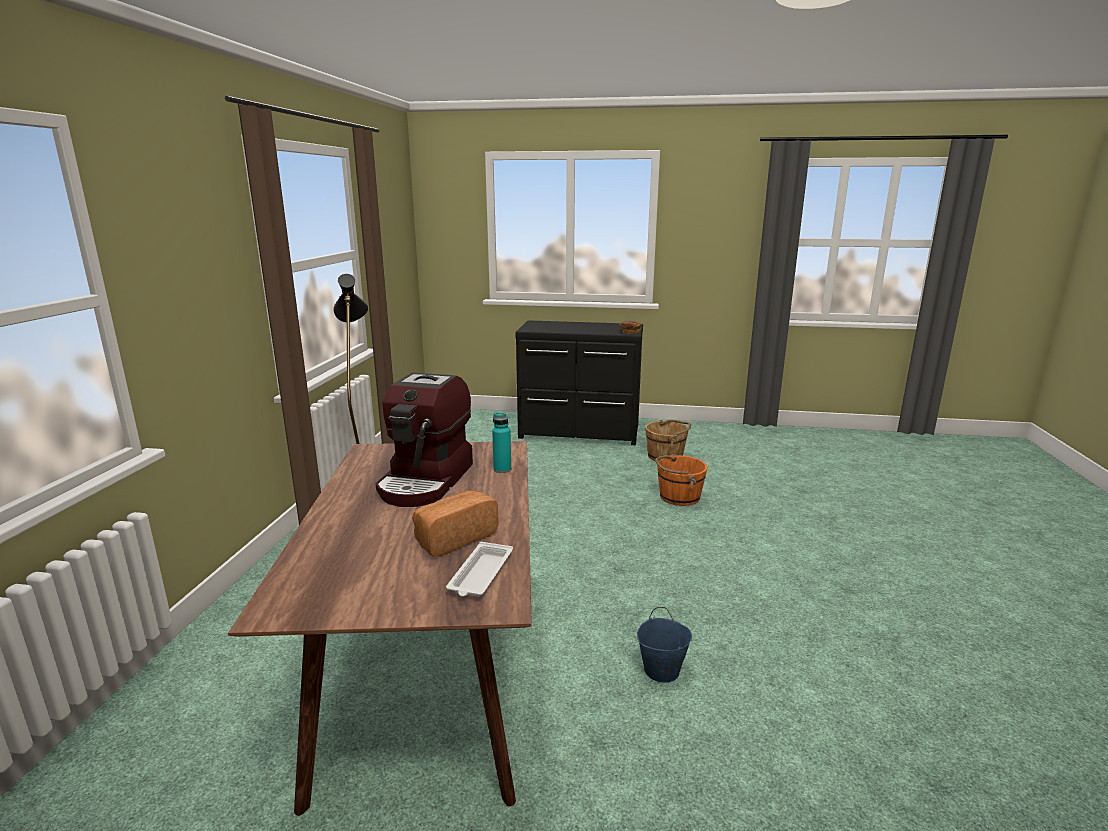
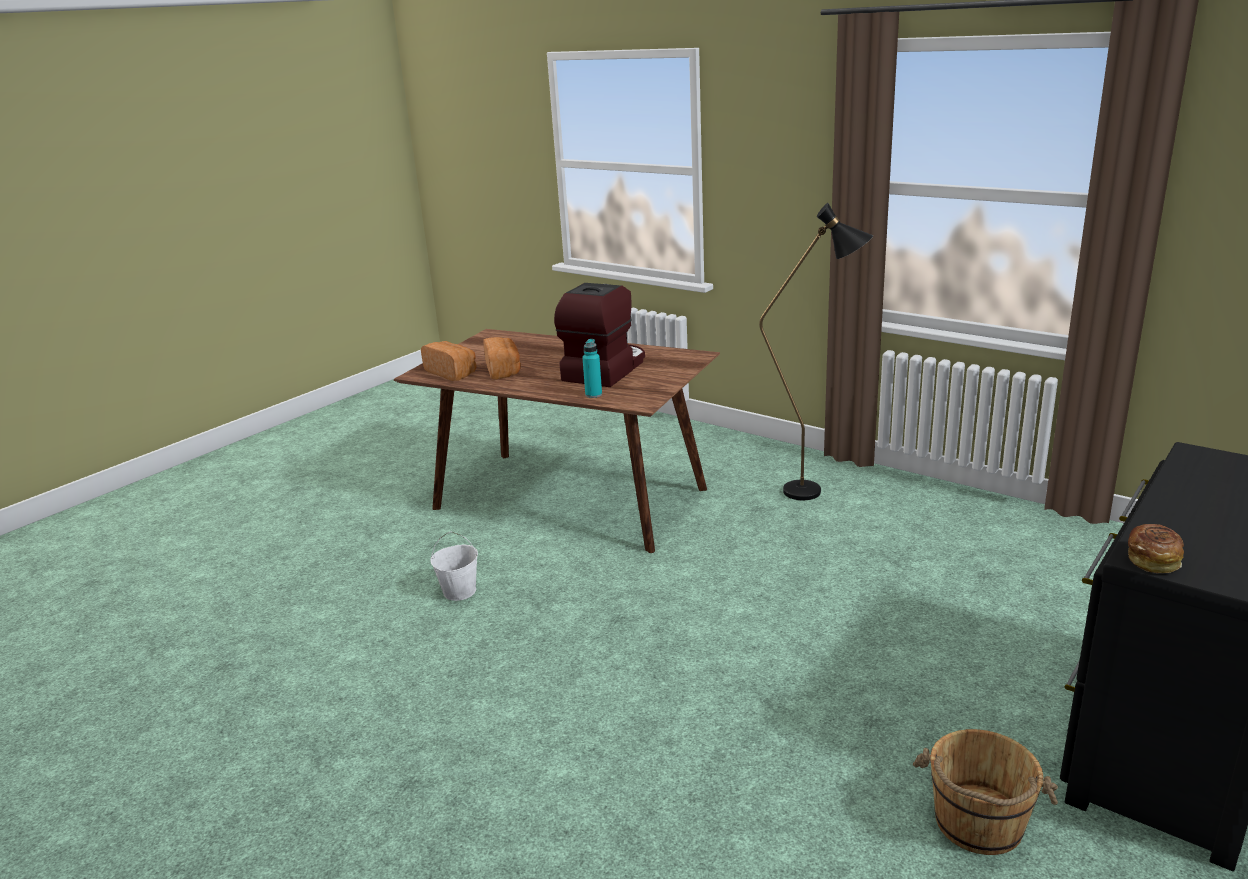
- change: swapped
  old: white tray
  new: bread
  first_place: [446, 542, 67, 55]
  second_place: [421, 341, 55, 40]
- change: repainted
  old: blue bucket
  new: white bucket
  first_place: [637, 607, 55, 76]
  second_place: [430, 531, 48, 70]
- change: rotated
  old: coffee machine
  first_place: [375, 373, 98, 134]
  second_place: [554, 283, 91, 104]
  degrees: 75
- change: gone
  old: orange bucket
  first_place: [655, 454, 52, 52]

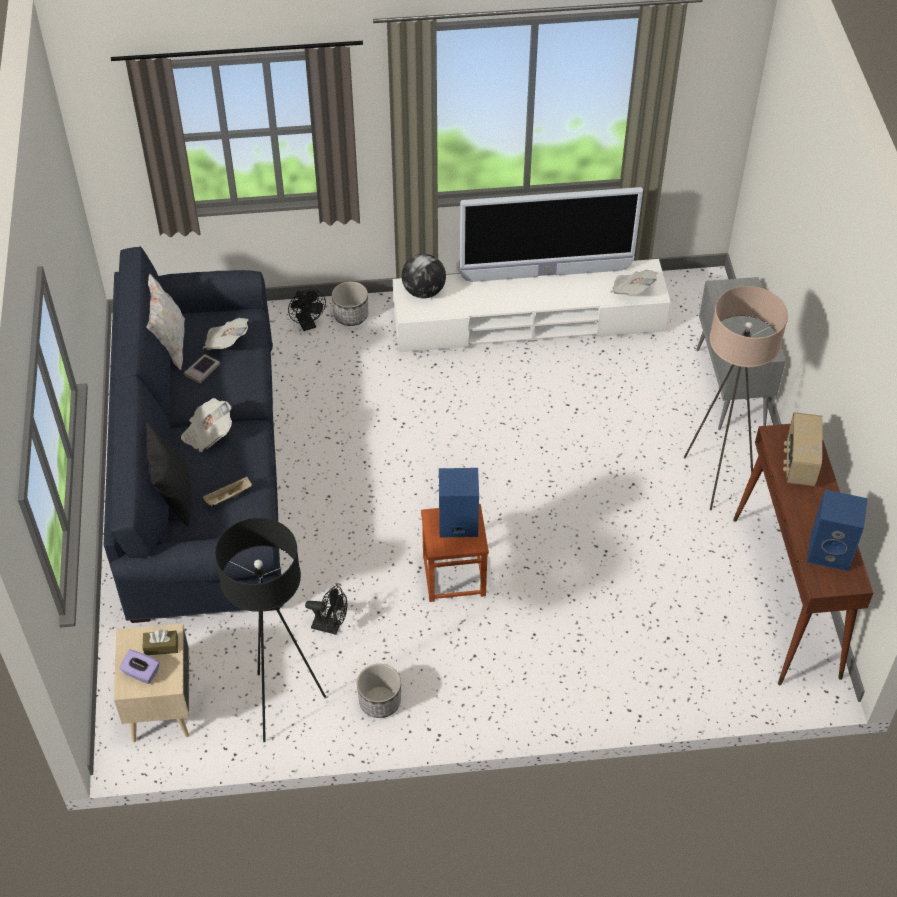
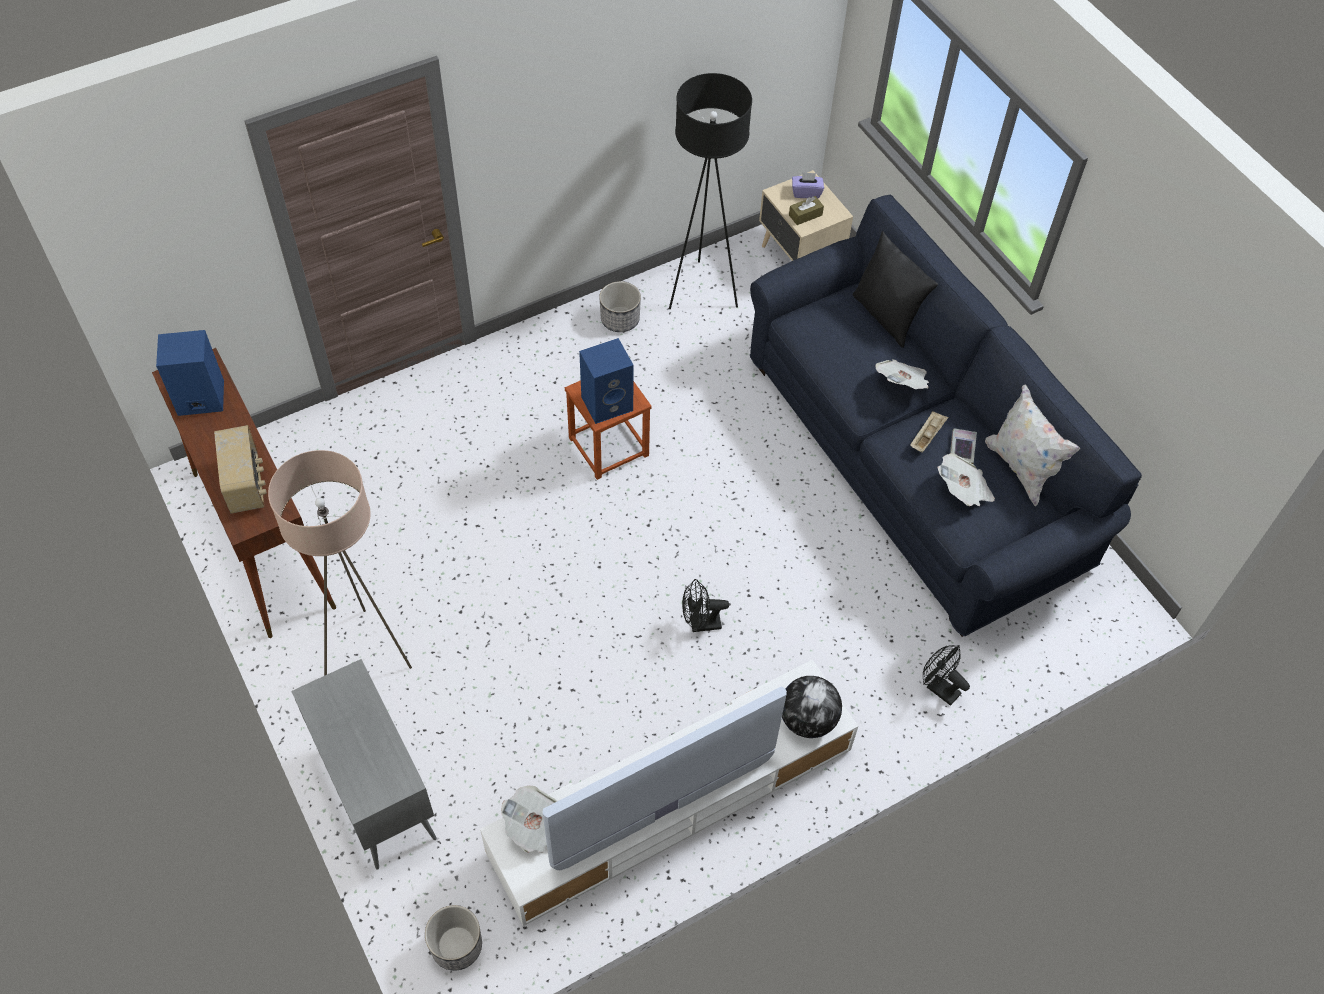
- change: shifted
  old: planter
  first_place: [332, 281, 36, 45]
  second_place: [425, 905, 57, 66]
- change: shifted
  old: black fan
  first_place: [305, 585, 42, 50]
  second_place: [682, 579, 47, 53]
- change: shifted
  old: beige tray
  first_place: [203, 477, 49, 30]
  second_place: [910, 411, 38, 42]

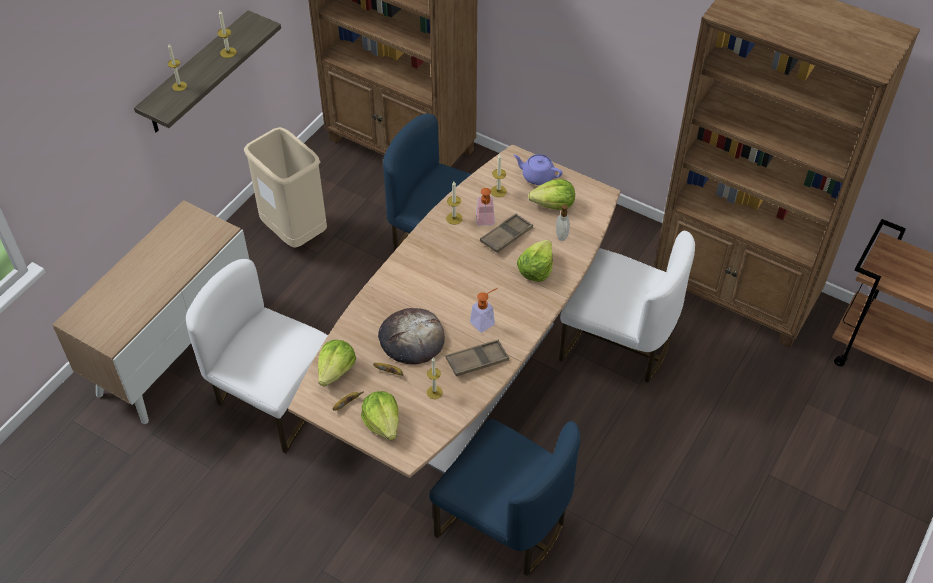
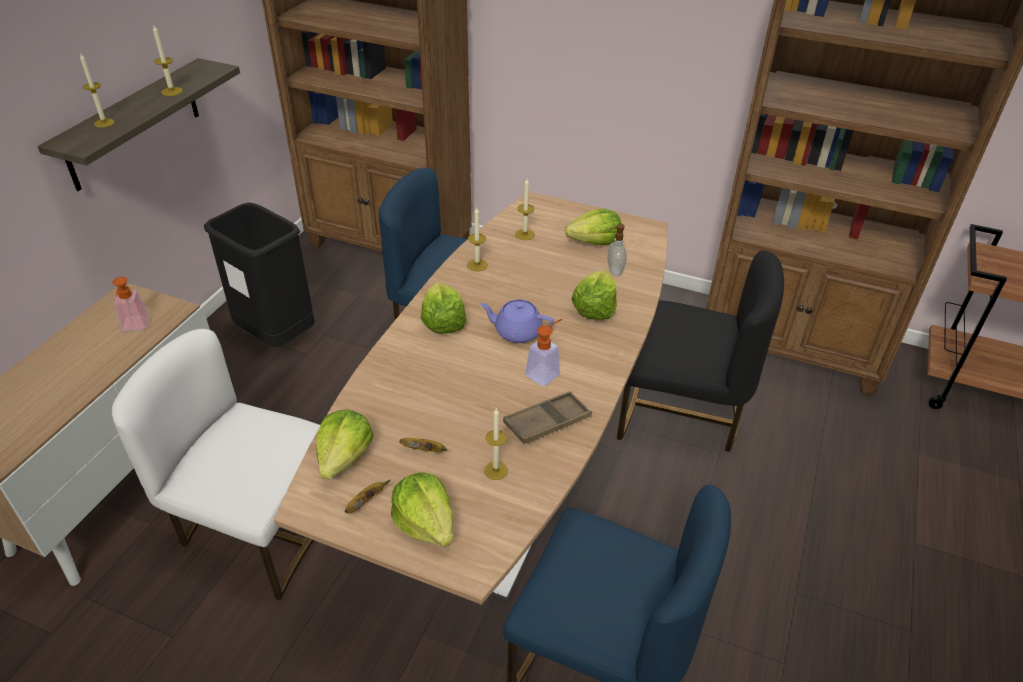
- change: shifted
  old: soap dispenser
  first_place: [476, 188, 19, 37]
  second_place: [113, 277, 36, 54]
- change: repainted
  old: beige trash can
  new: black trash can
  first_place: [244, 127, 83, 121]
  second_place: [204, 202, 111, 145]
- change: new
  new: lettuce
  second_place: [421, 282, 46, 52]
- change: shifted
  old: purple teapot
  first_place: [513, 154, 49, 31]
  second_place: [480, 299, 74, 44]
- change: repainted
  old: white chair
  new: black chair
  first_place: [559, 231, 136, 151]
  second_place: [617, 250, 167, 202]
- change: gone
  old: bread
  first_place: [378, 308, 67, 57]
- change: gone
  old: brown tray
  first_place: [480, 214, 53, 39]

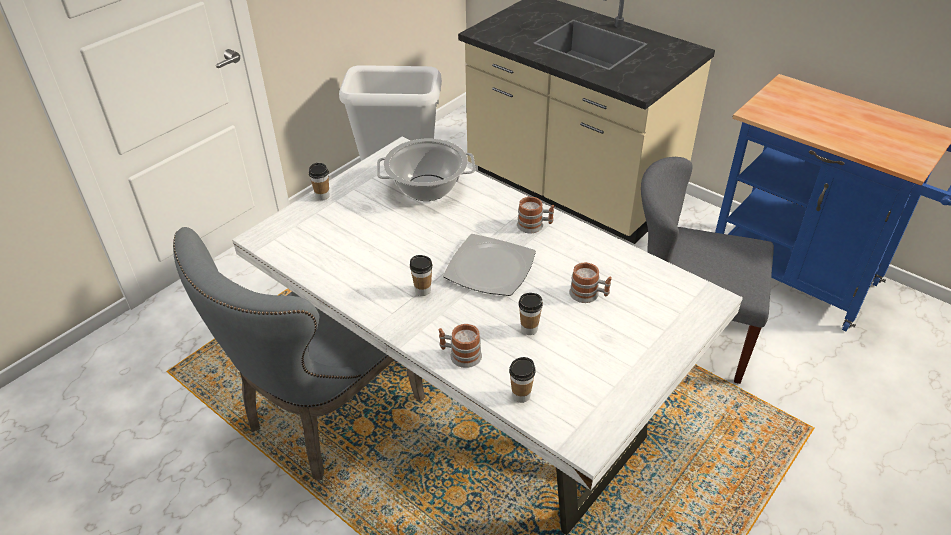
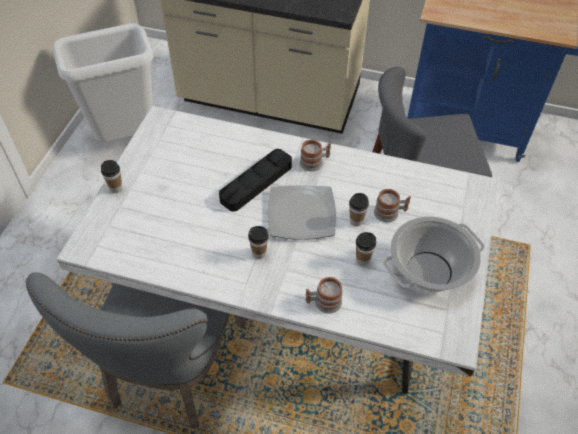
- change: new
  new: black tray
  second_place: [219, 149, 73, 63]
- change: shifted
  old: cup
  first_place: [509, 357, 27, 46]
  second_place: [349, 193, 20, 33]
- change: shifted
  old: cooking pot
  first_place: [377, 139, 99, 62]
  second_place: [384, 217, 101, 75]

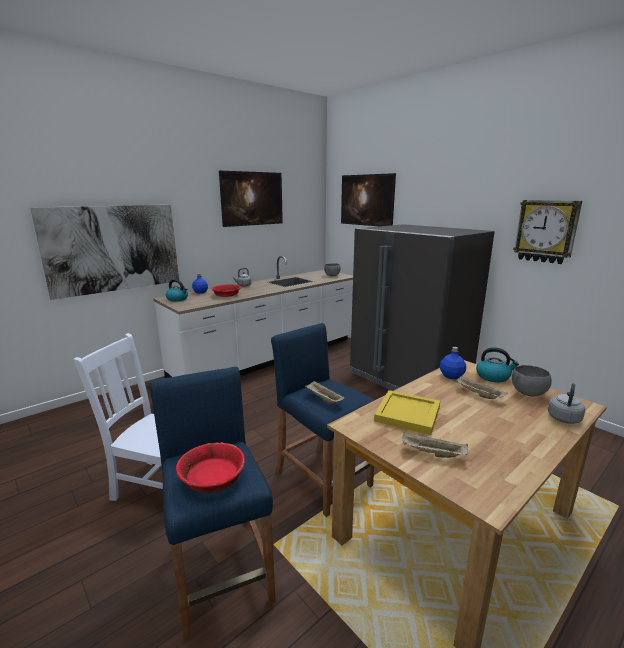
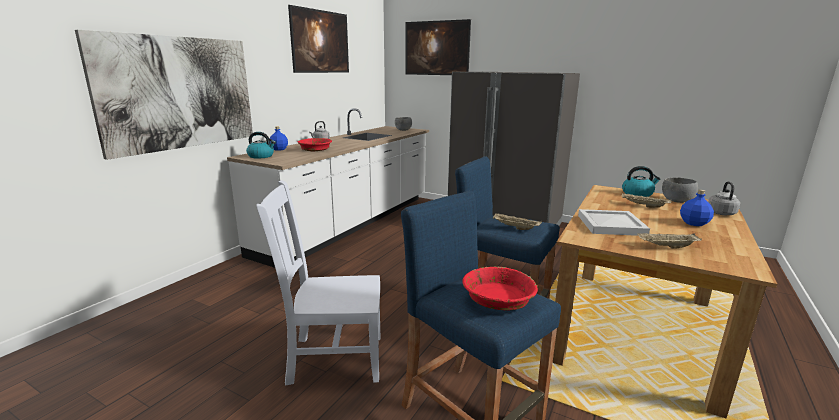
- change: repainted
  old: yellow tray
  new: white tray
  first_place: [374, 390, 66, 45]
  second_place: [578, 209, 72, 27]
- change: shifted
  old: blue bottle
  first_place: [440, 347, 26, 32]
  second_place: [680, 189, 34, 37]
- change: gone
  old: wall clock
  first_place: [513, 200, 69, 64]

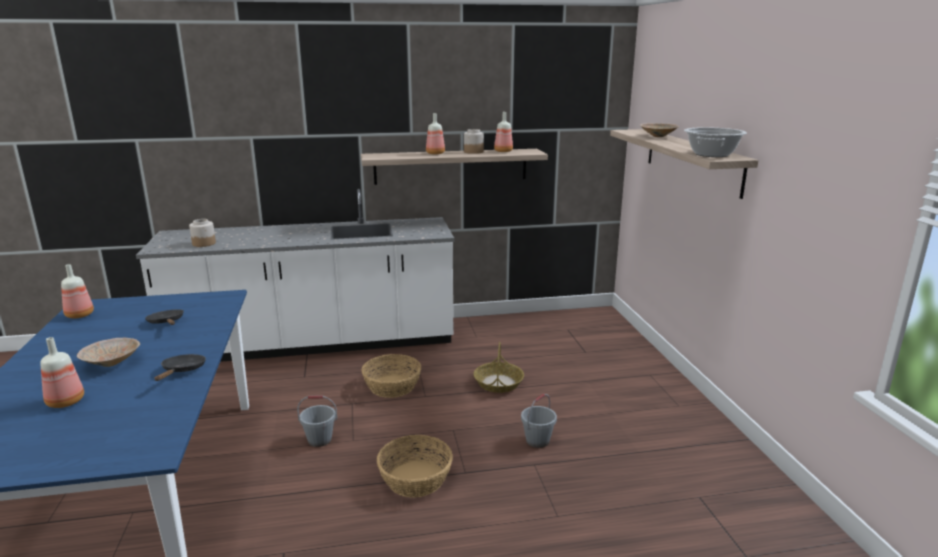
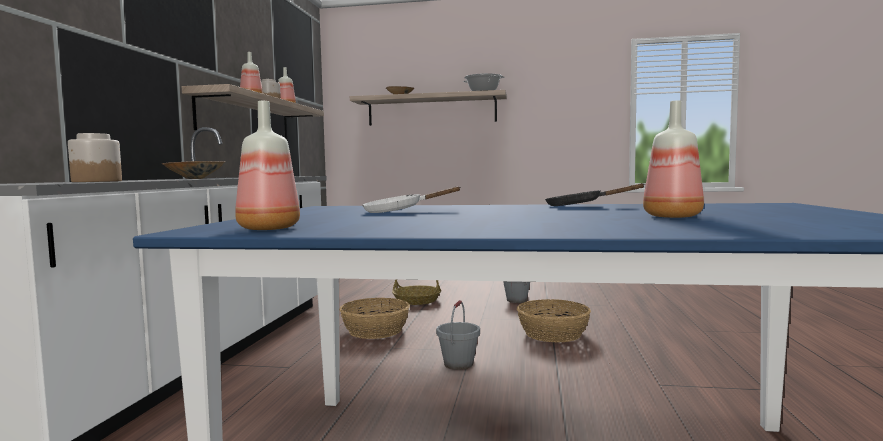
- change: shifted
  old: beige bowl
  first_place: [77, 338, 63, 29]
  second_place: [162, 161, 64, 18]
- change: repainted
  old: black frying pan
  new: white frying pan
  first_place: [145, 309, 39, 16]
  second_place: [362, 186, 99, 27]

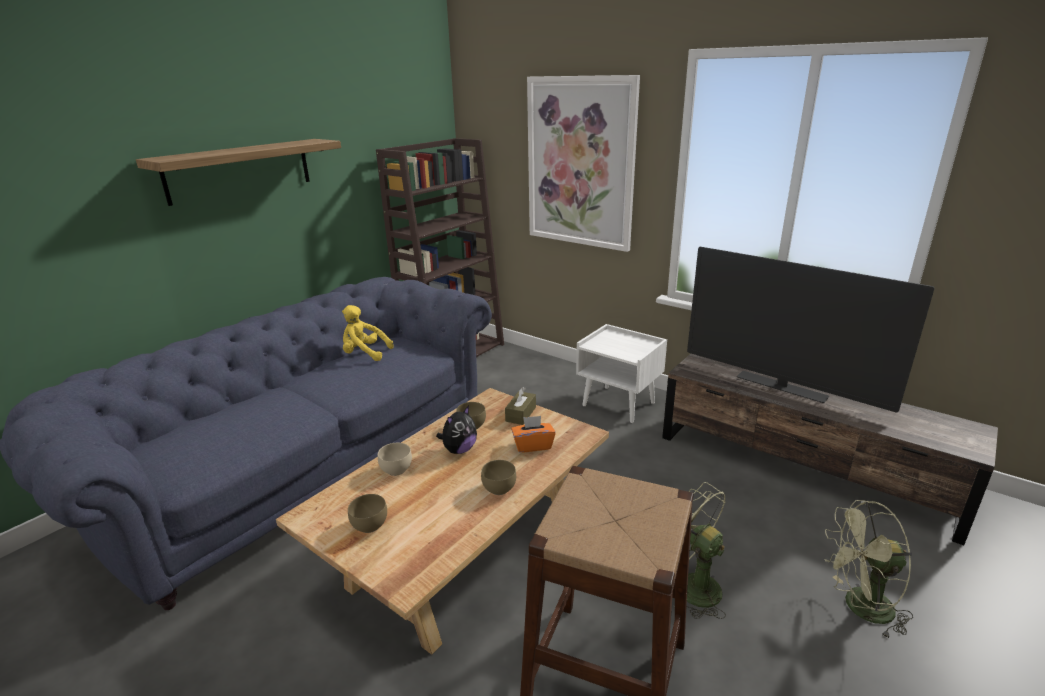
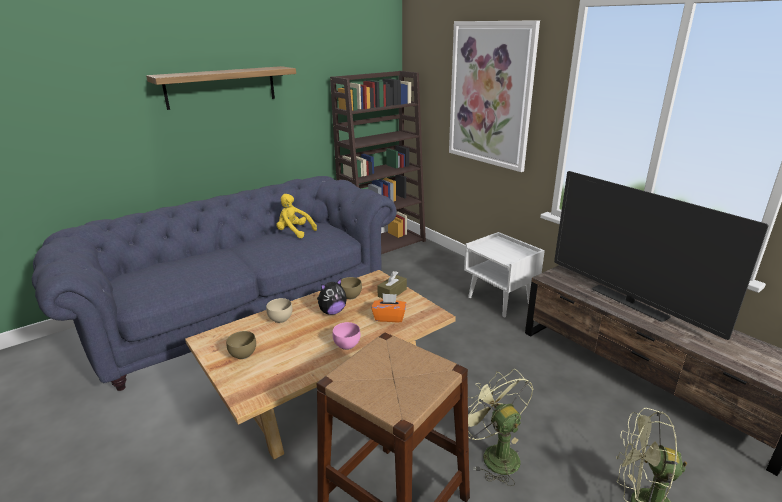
- change: repainted
  old: brown bowl
  new: pink bowl
  first_place: [481, 460, 35, 35]
  second_place: [333, 322, 27, 28]

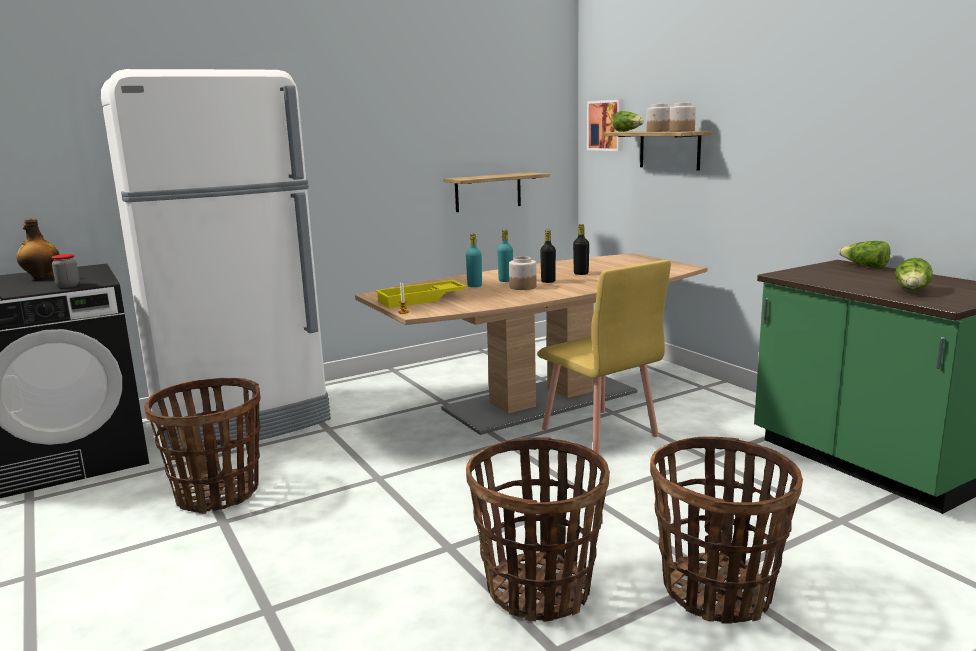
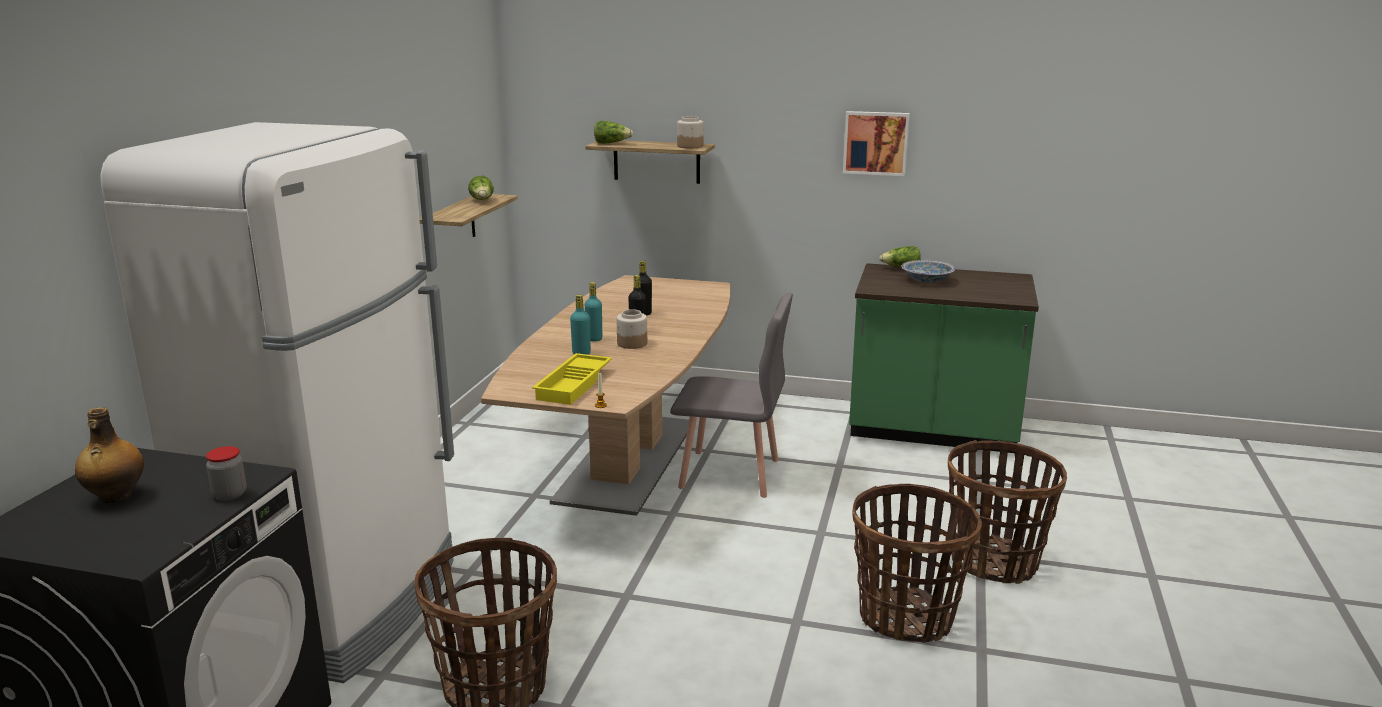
- change: shifted
  old: lettuce
  first_place: [895, 258, 38, 32]
  second_place: [468, 176, 26, 24]
- change: repainted
  old: yellow chair
  new: grey chair
  first_place: [537, 260, 134, 194]
  second_place: [670, 293, 123, 205]
- change: shifted
  old: picture
  first_place: [587, 100, 37, 51]
  second_place: [843, 111, 67, 65]
- change: new
  new: bowl
  second_place: [902, 260, 53, 23]
- change: gone
  old: jar
  first_place: [647, 104, 23, 28]

